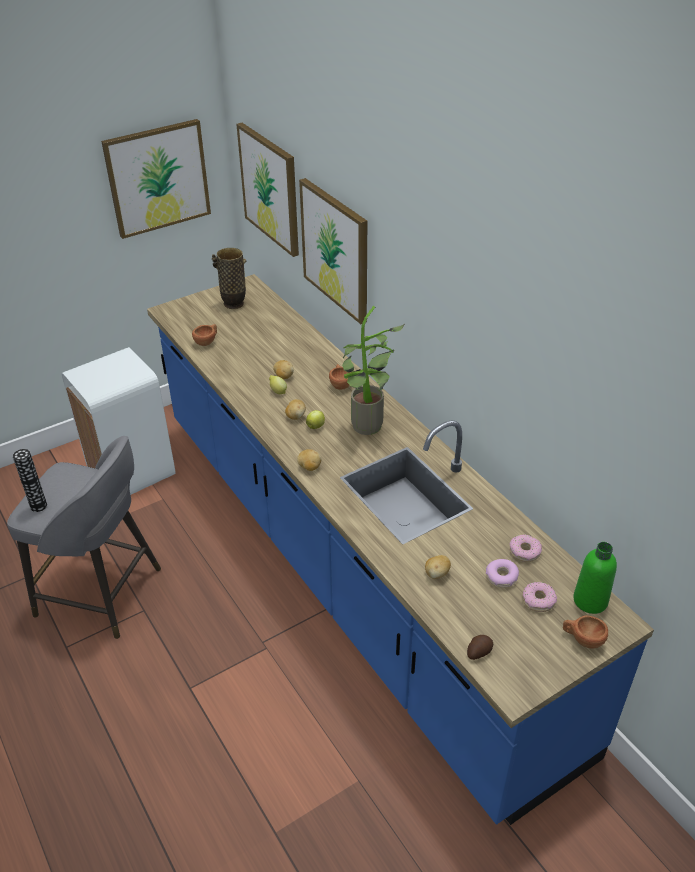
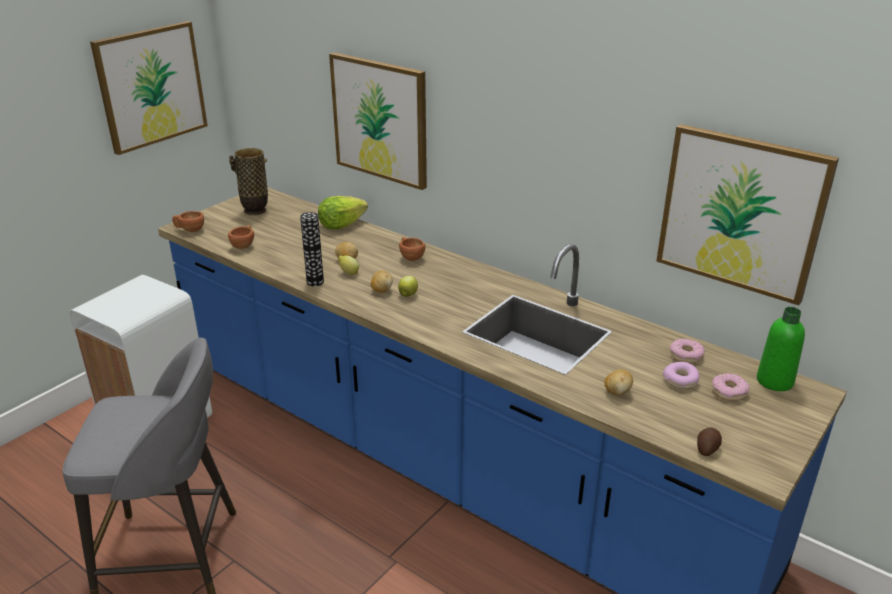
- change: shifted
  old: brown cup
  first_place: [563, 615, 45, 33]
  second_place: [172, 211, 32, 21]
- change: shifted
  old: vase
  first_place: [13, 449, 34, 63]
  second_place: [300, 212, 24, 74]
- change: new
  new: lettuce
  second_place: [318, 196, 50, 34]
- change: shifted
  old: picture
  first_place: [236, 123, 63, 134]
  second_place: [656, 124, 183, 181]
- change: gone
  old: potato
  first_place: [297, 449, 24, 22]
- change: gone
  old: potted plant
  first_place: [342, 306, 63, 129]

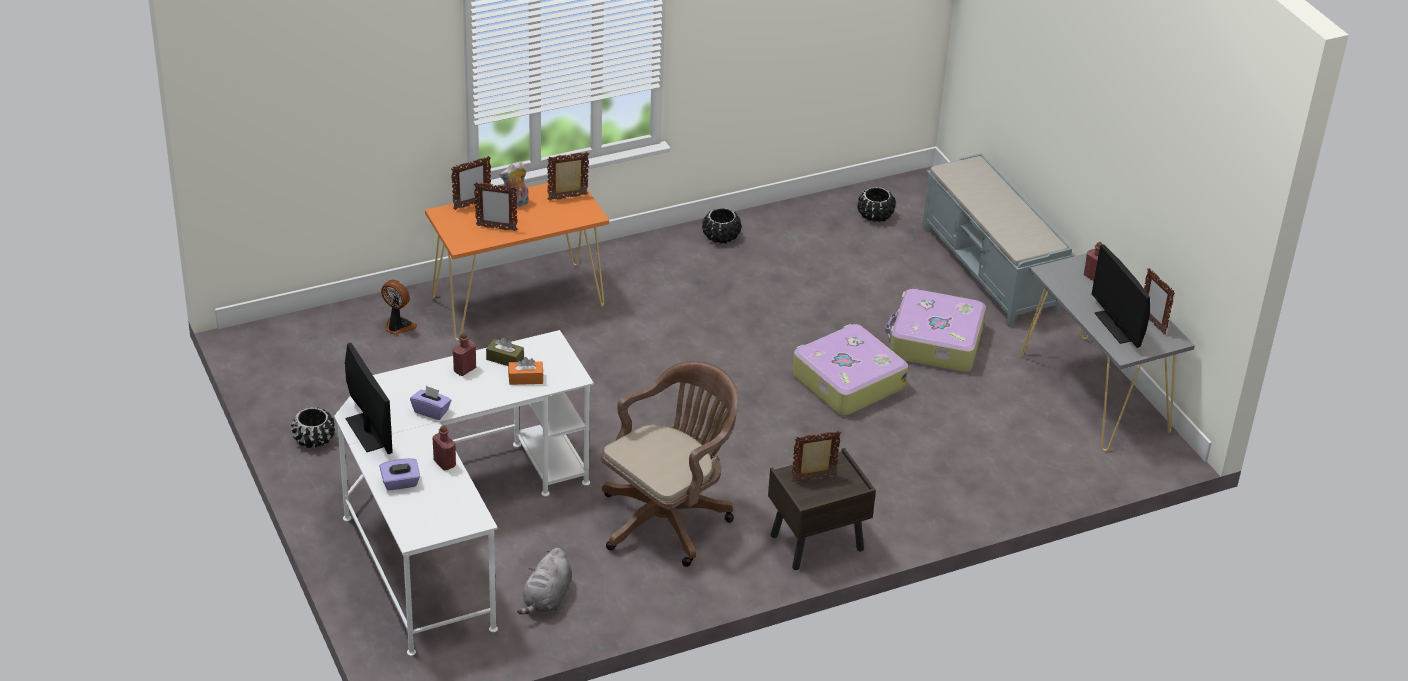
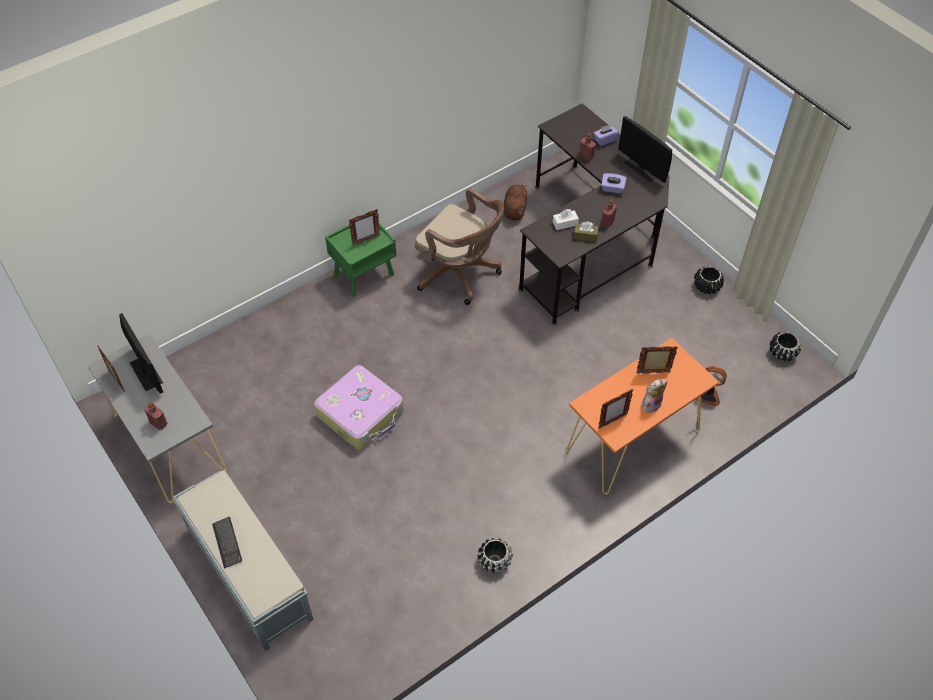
- change: new
  new: keyboard
  second_place: [212, 517, 30, 52]
- change: repainted
  old: brown nightstand
  new: green nightstand
  first_place: [768, 448, 108, 122]
  second_place: [325, 223, 71, 74]
- change: rotated
  old: brown office chair
  first_place: [601, 361, 137, 206]
  second_place: [415, 188, 89, 117]
  degrees: -90
- change: repainted
  old: grey plush toy
  new: brown plush toy
  first_place: [517, 548, 55, 67]
  second_place: [504, 184, 23, 37]
- change: repainted
  old: white desk
  new: black desk
  first_place: [334, 330, 260, 326]
  second_place: [518, 103, 151, 222]
- change: repainted
  old: orange tissue box
  new: white tissue box
  first_place: [508, 357, 35, 28]
  second_place: [553, 209, 26, 21]
- change: shifted
  old: black planter
  first_place: [857, 187, 39, 35]
  second_place: [770, 332, 31, 30]
- change: gone
  old: picture frame
  first_place: [451, 156, 40, 54]
- change: gone
  old: suitcase
  first_place: [885, 289, 101, 83]

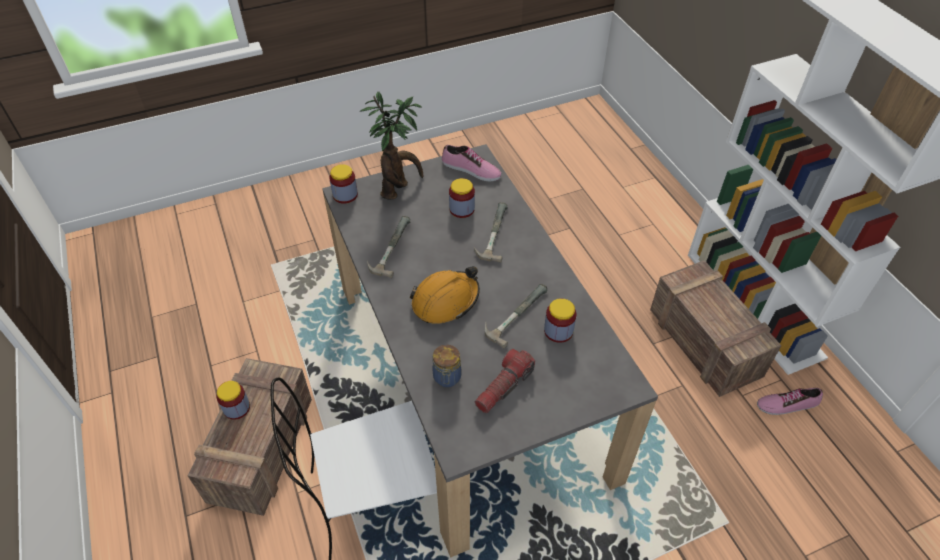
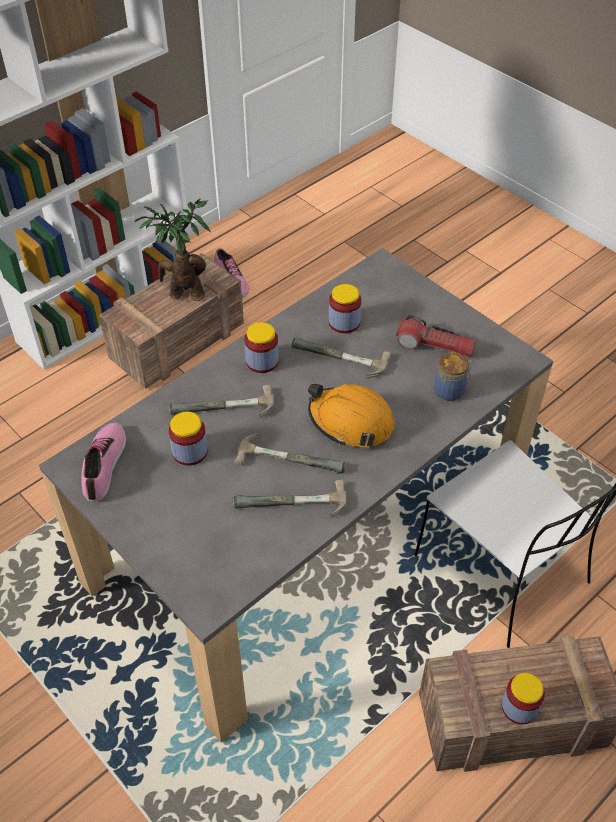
- change: shifted
  old: potted plant
  first_place: [360, 92, 64, 108]
  second_place: [135, 199, 76, 102]
- change: new
  new: hammer
  second_place: [235, 433, 111, 41]
- change: shifted
  old: jar
  first_place: [329, 164, 29, 40]
  second_place: [244, 322, 35, 51]

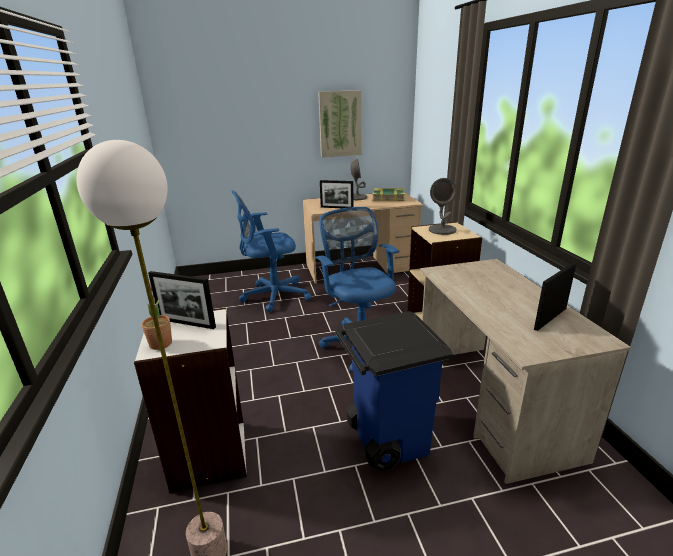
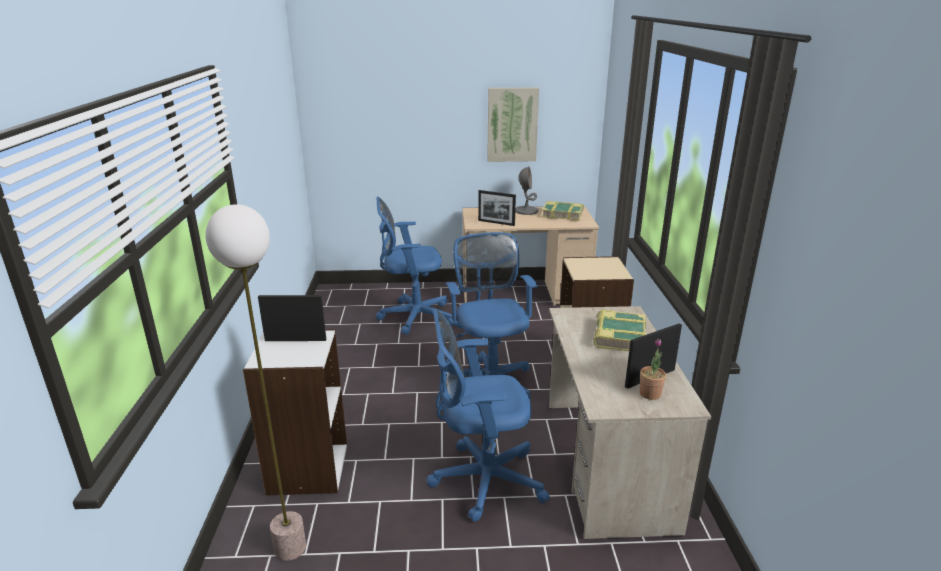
- change: rotated
  old: picture frame
  first_place: [148, 271, 68, 58]
  second_place: [258, 295, 68, 46]
  degrees: 150
- change: swapped
  old: blue trash can
  new: blue office chair
  first_place: [335, 311, 118, 160]
  second_place: [427, 308, 123, 214]
- change: new
  new: book
  second_place: [593, 309, 53, 42]
- change: shifted
  old: potted plant
  first_place: [142, 285, 30, 65]
  second_place: [640, 339, 26, 61]
- change: gone
  old: grey table lamp
  first_place: [429, 178, 28, 57]

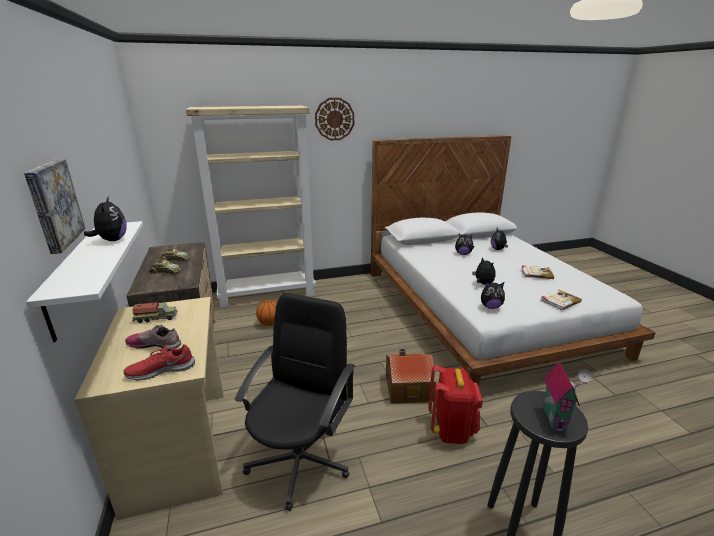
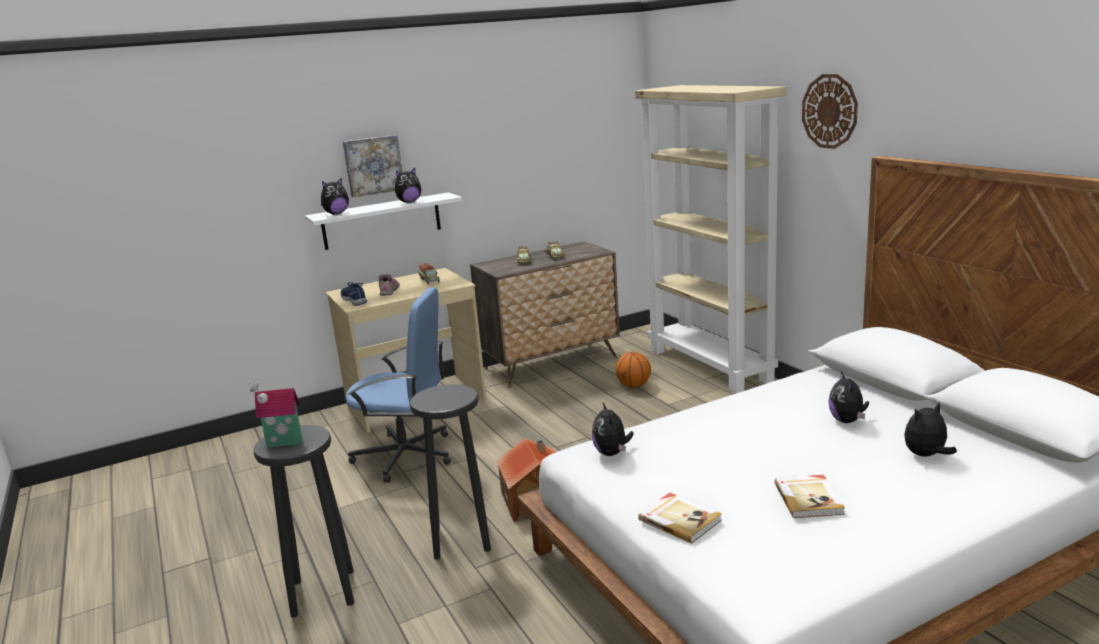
- change: shifted
  old: plush toy
  first_place: [472, 257, 23, 28]
  second_place: [321, 178, 28, 36]
- change: repainted
  old: red shoe
  new: blue shoe
  first_place: [124, 344, 71, 37]
  second_place: [341, 282, 26, 24]
- change: repainted
  old: black office chair
  new: blue office chair
  first_place: [235, 293, 120, 218]
  second_place: [345, 287, 106, 196]
- change: swapped
  old: red backpack
  new: black stool
  first_place: [429, 365, 54, 79]
  second_place: [410, 384, 81, 176]

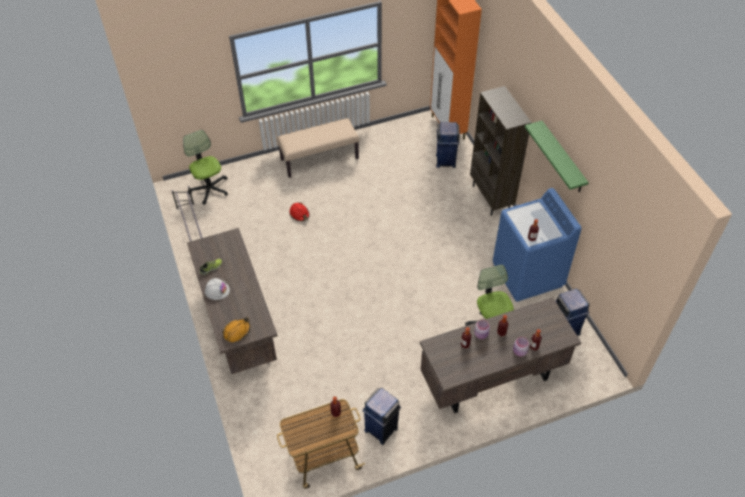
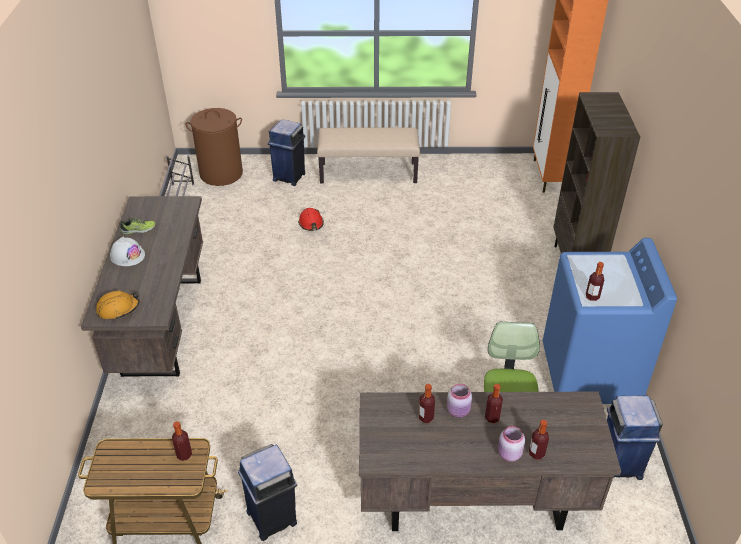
- change: swapped
  old: office chair
  new: brown laundry basket
  first_place: [183, 130, 45, 75]
  second_place: [185, 108, 58, 78]
- change: shifted
  old: blue trash can
  first_place: [436, 122, 24, 46]
  second_place: [268, 119, 37, 67]
- change: gone
  old: green shelf
  first_place: [525, 121, 64, 71]

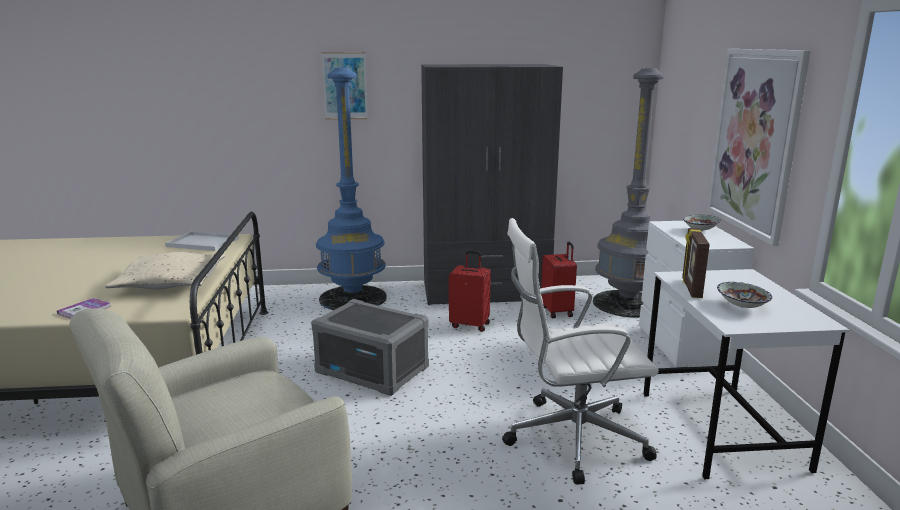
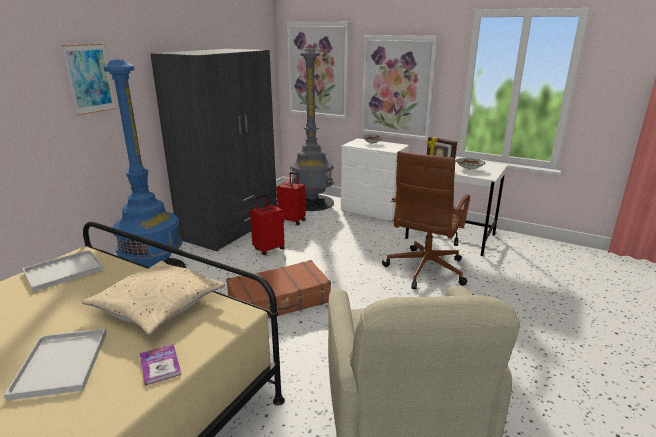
- change: new
  new: white tray
  second_place: [4, 329, 103, 72]
- change: swapped
  old: grey storage box
  new: brown suitcase
  first_place: [311, 299, 118, 97]
  second_place: [226, 260, 105, 59]
- change: new
  new: picture
  second_place: [287, 22, 62, 97]
- change: repainted
  old: white office chair
  new: brown office chair
  first_place: [502, 218, 157, 267]
  second_place: [382, 151, 88, 138]

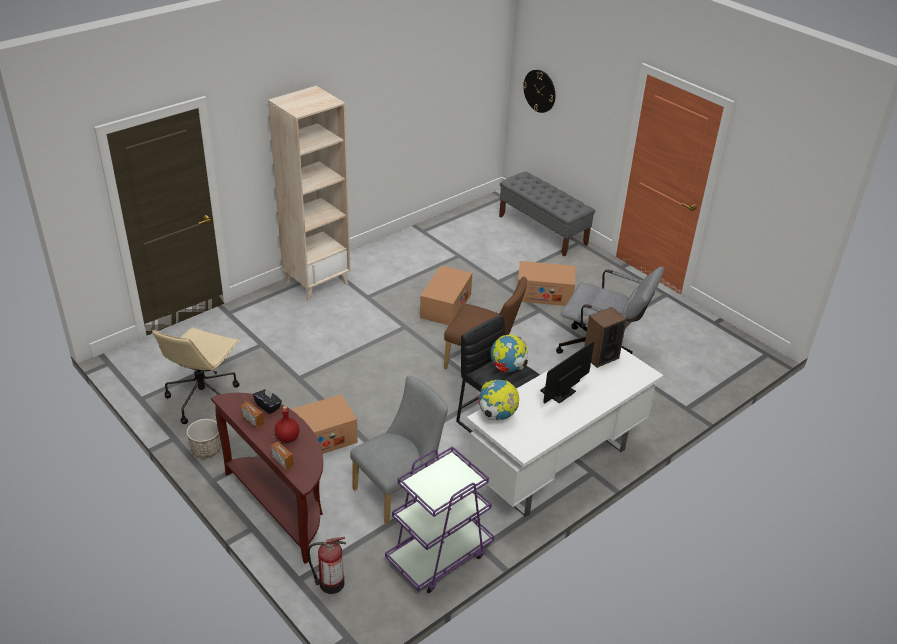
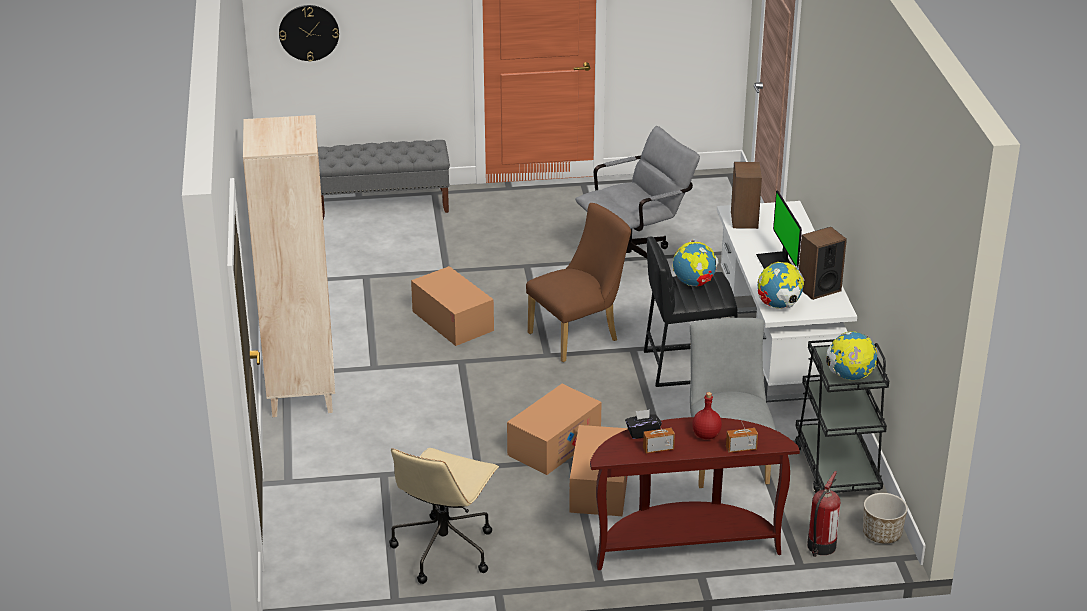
- change: rotated
  old: beige office chair
  first_place: [152, 328, 88, 96]
  second_place: [389, 448, 110, 136]
  degrees: 60
- change: shifted
  old: cardboard box
  first_place: [517, 261, 58, 45]
  second_place: [507, 384, 95, 91]
- change: repainted
  old: purple cart
  new: black cart
  first_place: [385, 446, 109, 147]
  second_place: [795, 339, 94, 154]
- change: new
  new: speaker
  second_place: [799, 227, 48, 73]
- change: new
  new: globe
  second_place: [826, 331, 51, 49]
- change: shifted
  old: planter
  first_place: [187, 419, 34, 39]
  second_place: [863, 493, 45, 51]

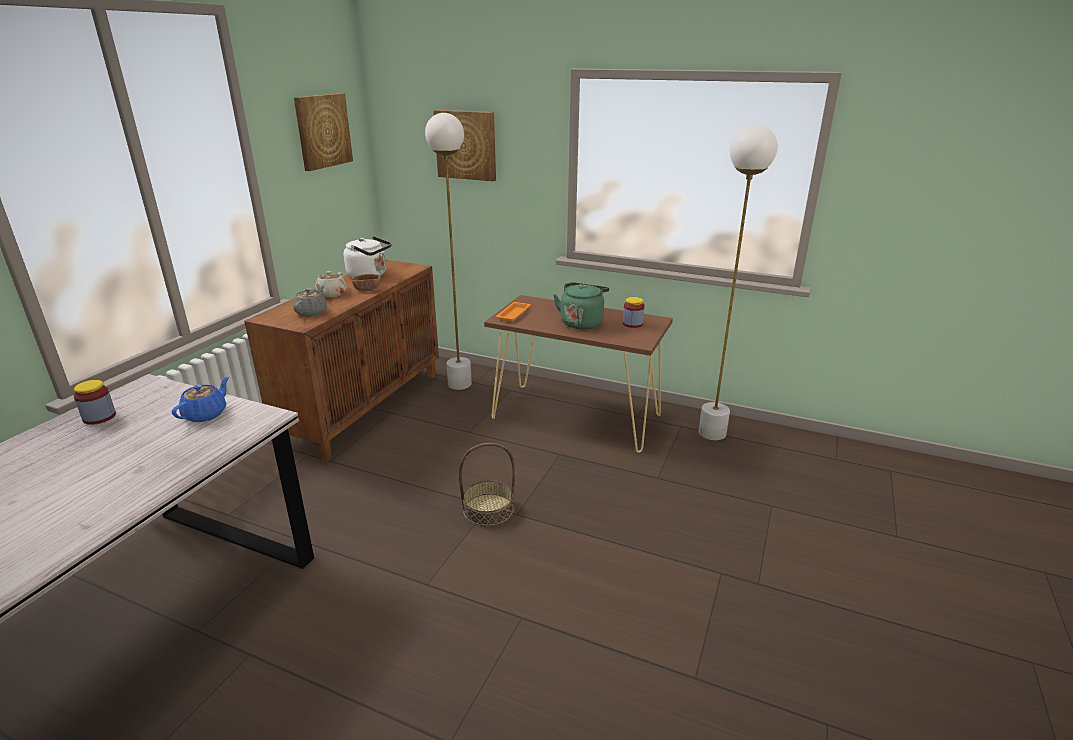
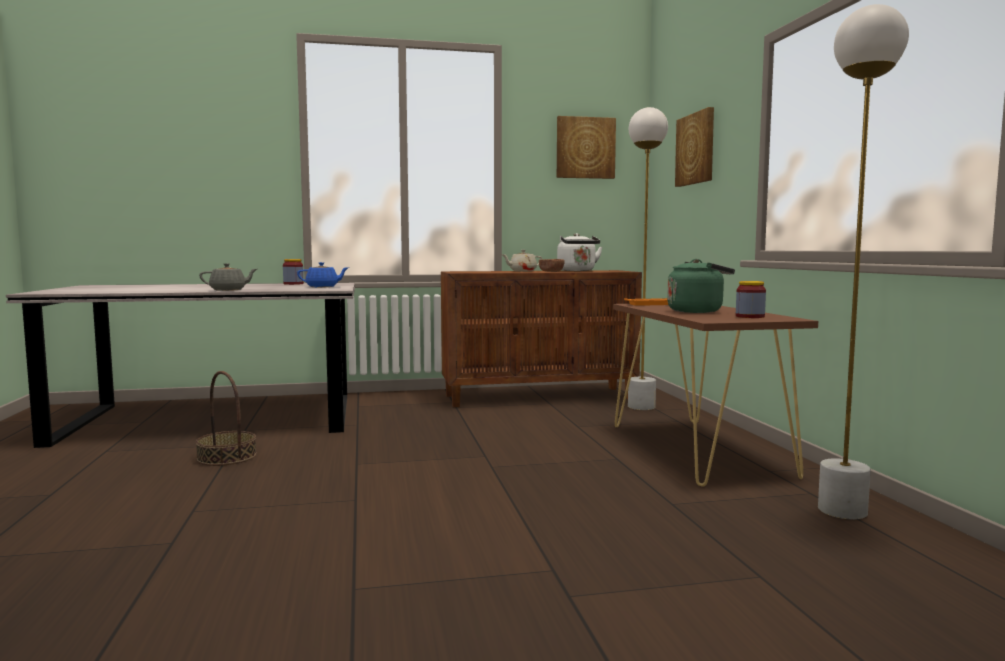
- change: shifted
  old: basket
  first_place: [459, 443, 56, 83]
  second_place: [196, 371, 61, 95]
- change: shifted
  old: grey teapot
  first_place: [293, 285, 34, 32]
  second_place: [199, 263, 58, 28]

